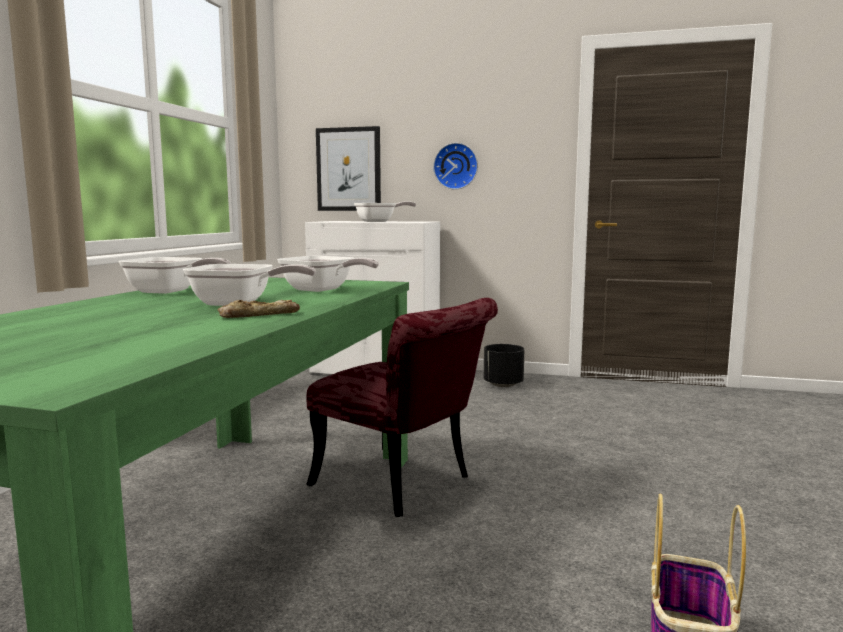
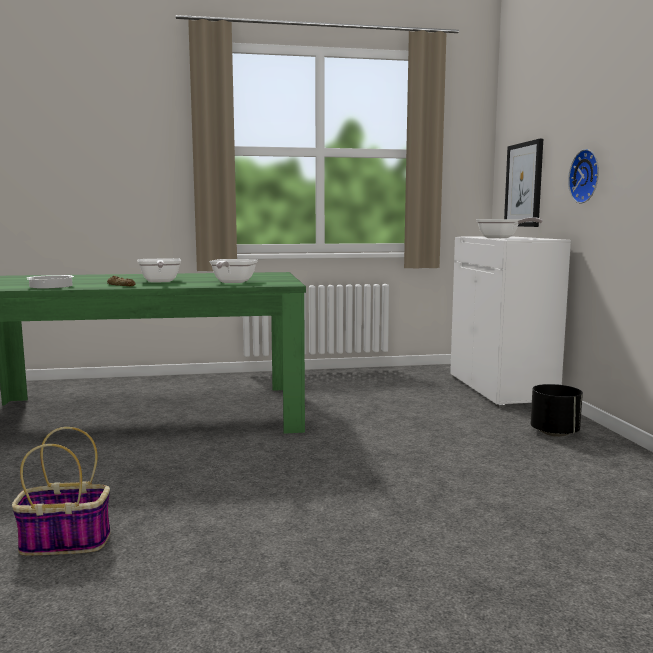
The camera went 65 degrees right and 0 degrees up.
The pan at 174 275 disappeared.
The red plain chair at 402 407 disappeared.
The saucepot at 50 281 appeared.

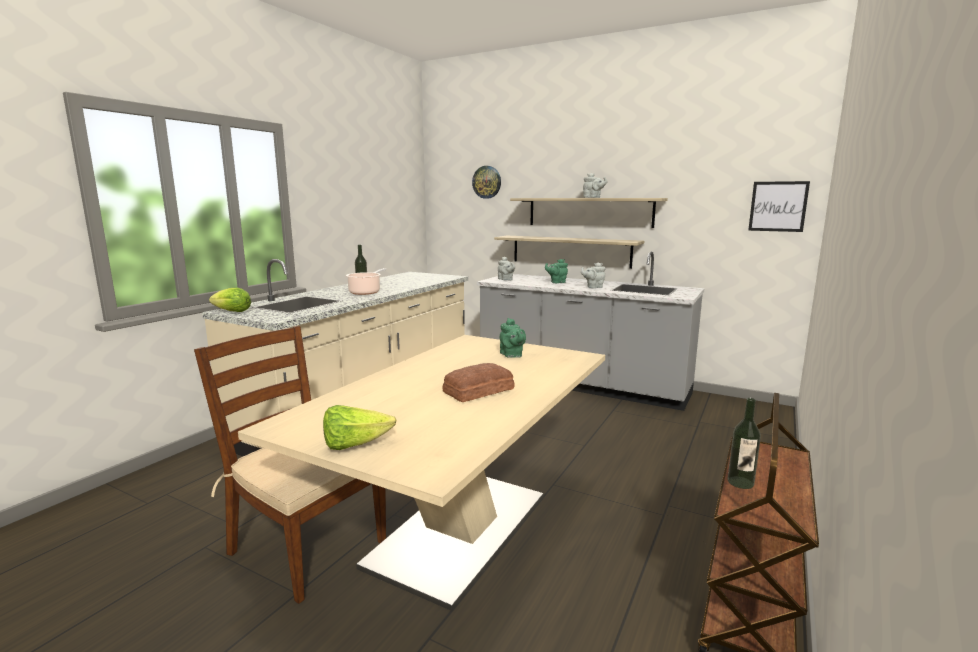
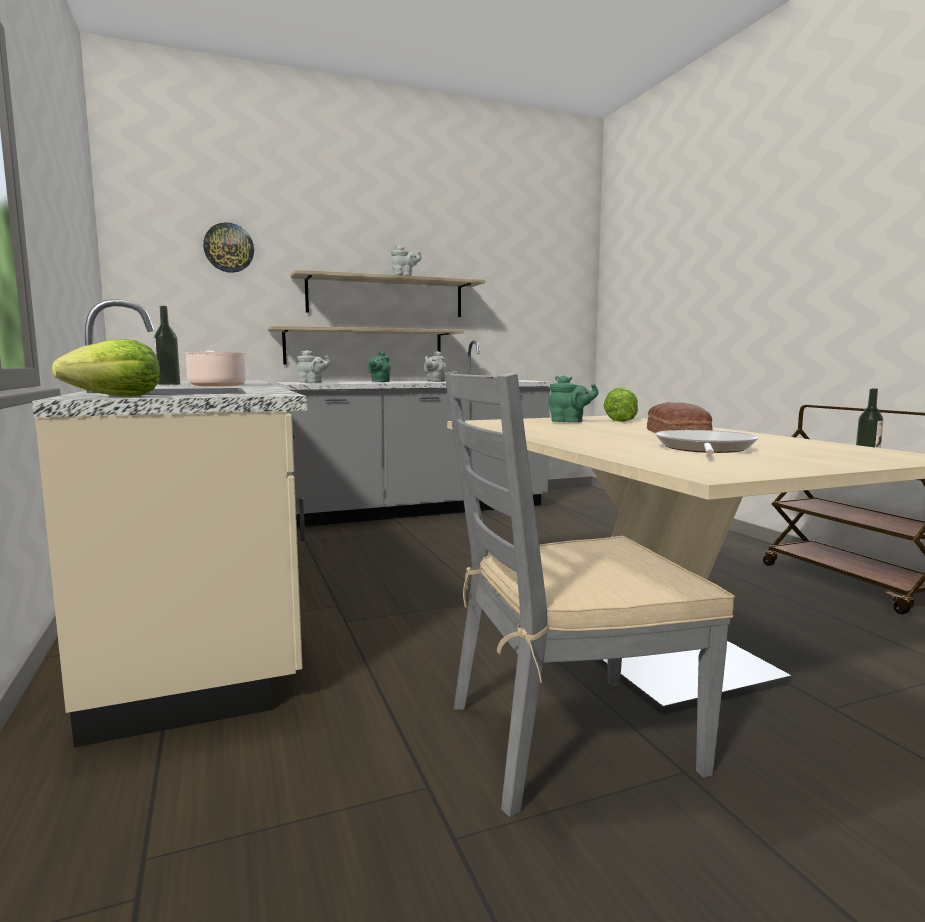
The camera went 50 degrees left and 5 degrees down.
The wall art at 779 206 disappeared.
The brownish plain chair at 290 465 became the grey plain chair at 590 594.
The lettuce moved from 359 427 to 621 404.
The pan at 706 442 appeared.

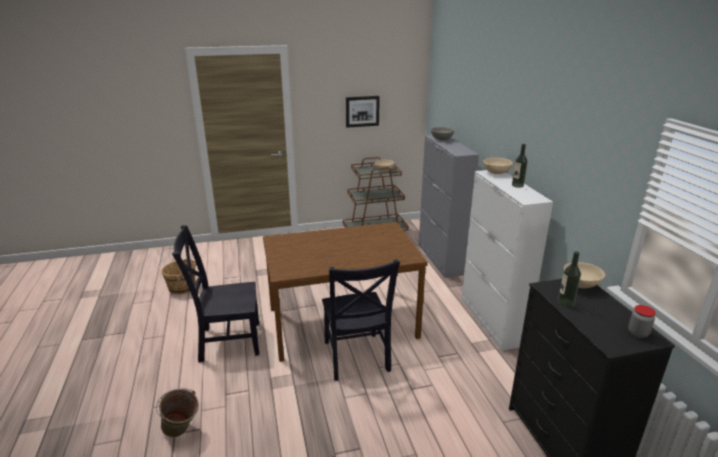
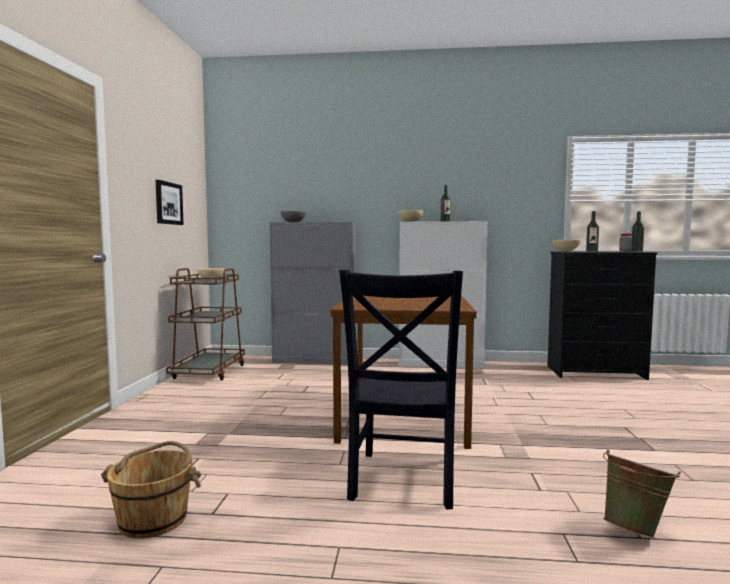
The camera went 70 degrees left and 20 degrees down.
The blackish plain chair at 361 320 disappeared.
The beverage bottle at 637 231 appeared.

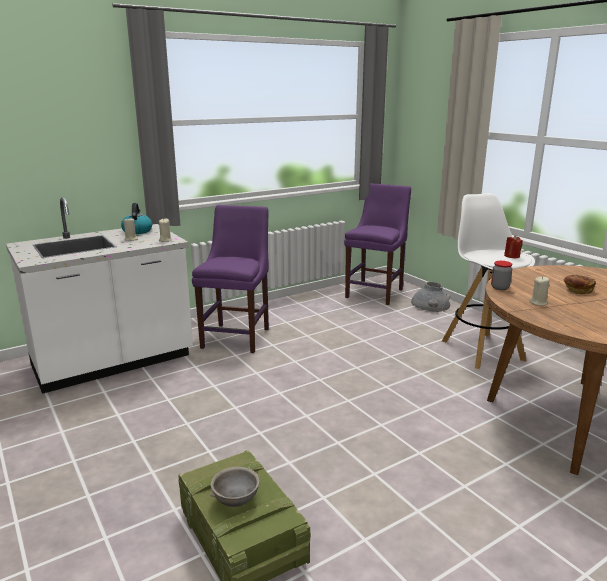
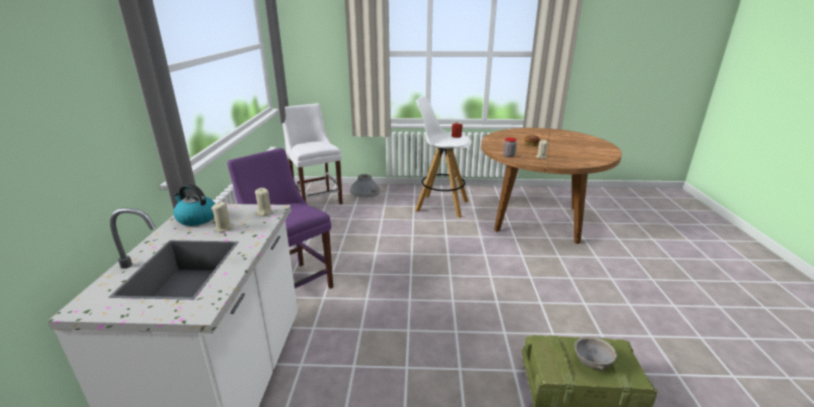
The camera went 55 degrees left and 5 degrees up.
The purple-coloured plain chair at 377 244 became the white plain chair at 312 154.

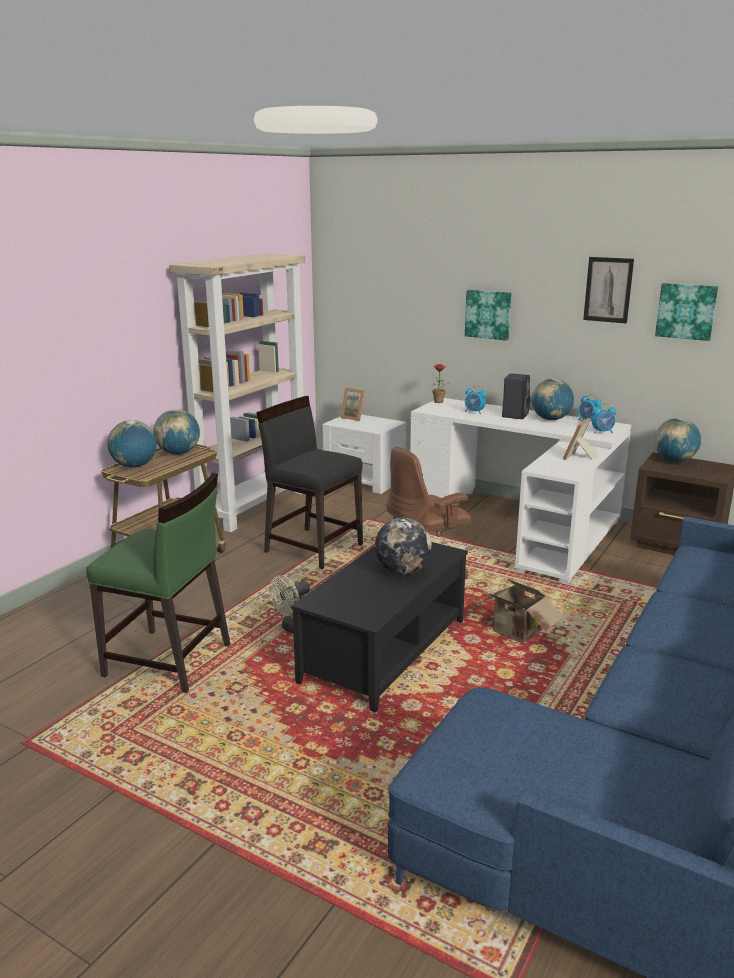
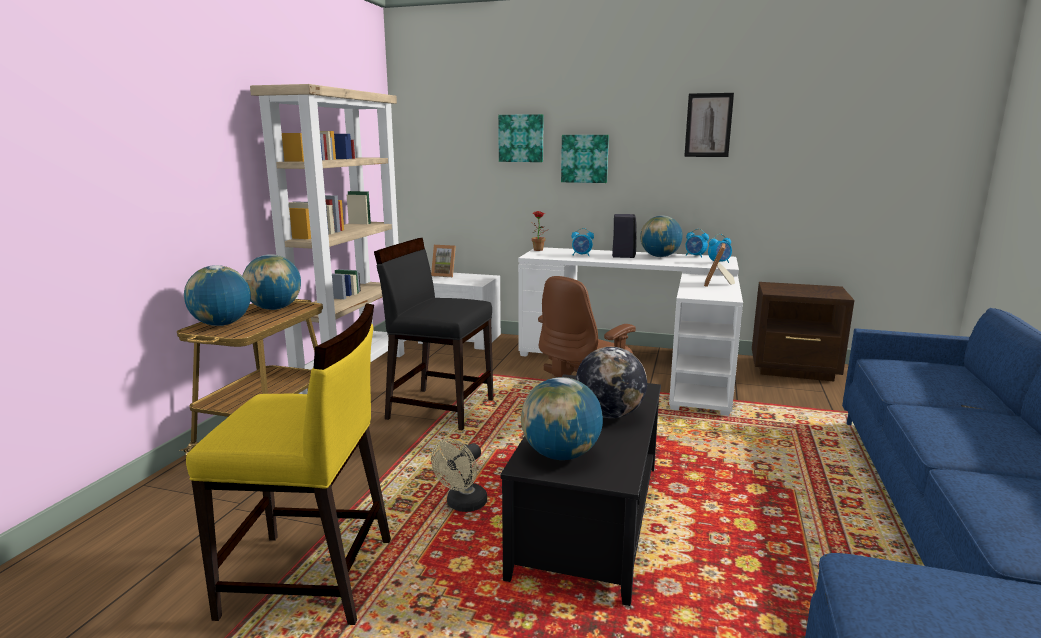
The camera went 15 degrees left and 5 degrees down.
The wall art moved from 686 312 to 521 138.
The desk globe moved from 677 440 to 562 418.
The green-coloured plain chair at 158 583 became the yellowish plain chair at 288 464.
The cardboard box at 521 611 disappeared.

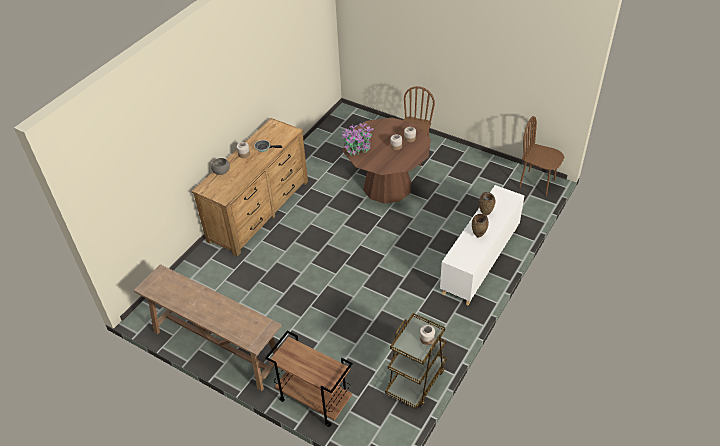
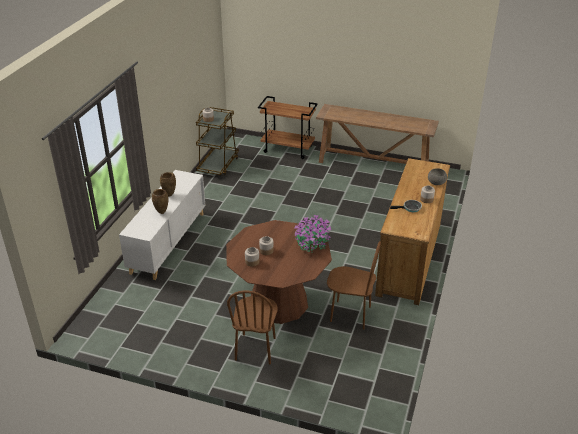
The camera went 165 degrees right and 10 degrees down.
The brownish plain chair moved from 541 156 to 354 285.

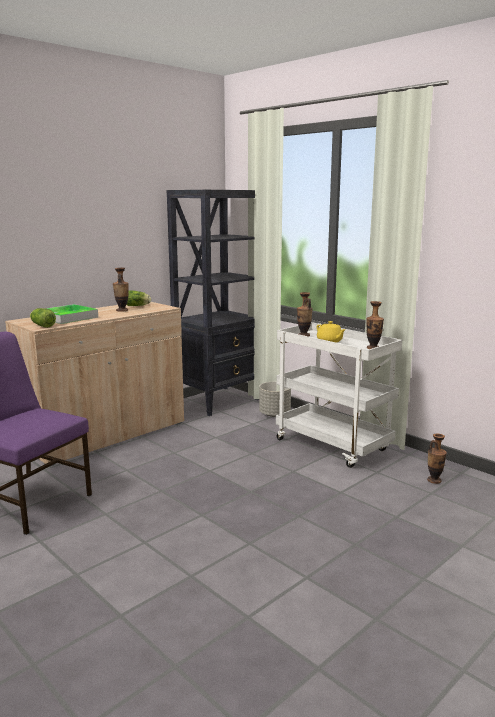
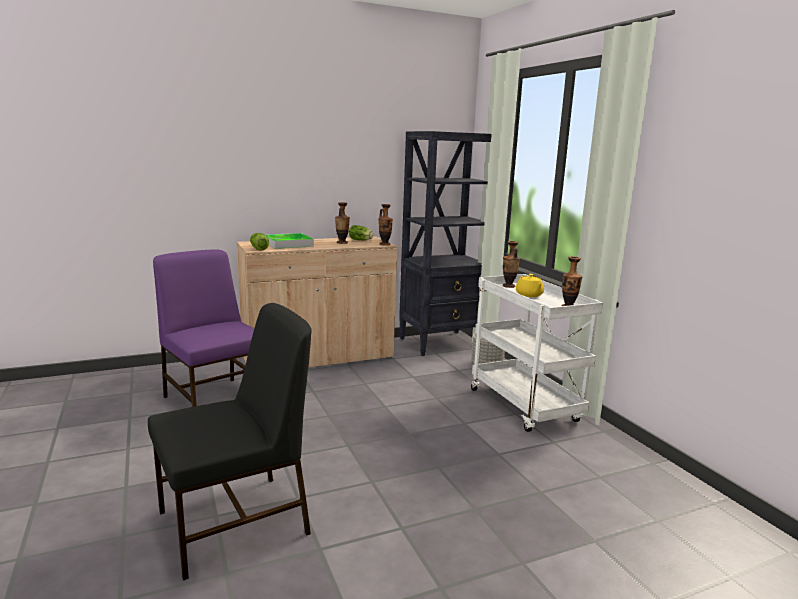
The camera went 20 degrees right and 0 degrees up.
The vase moved from 437 458 to 385 225.
The blackish plain chair at 230 441 appeared.

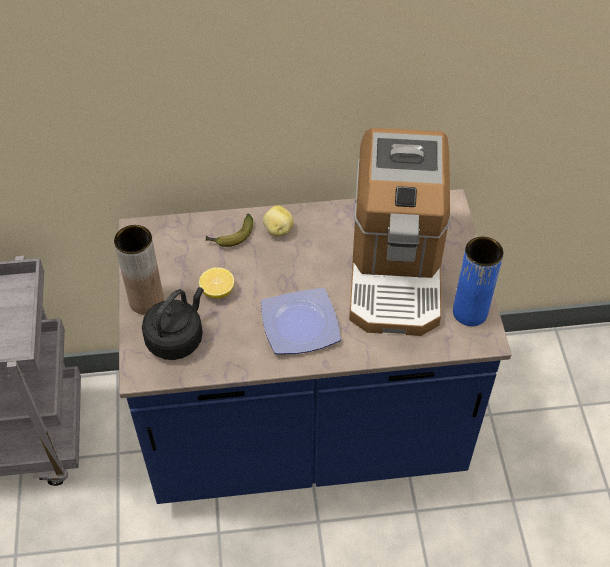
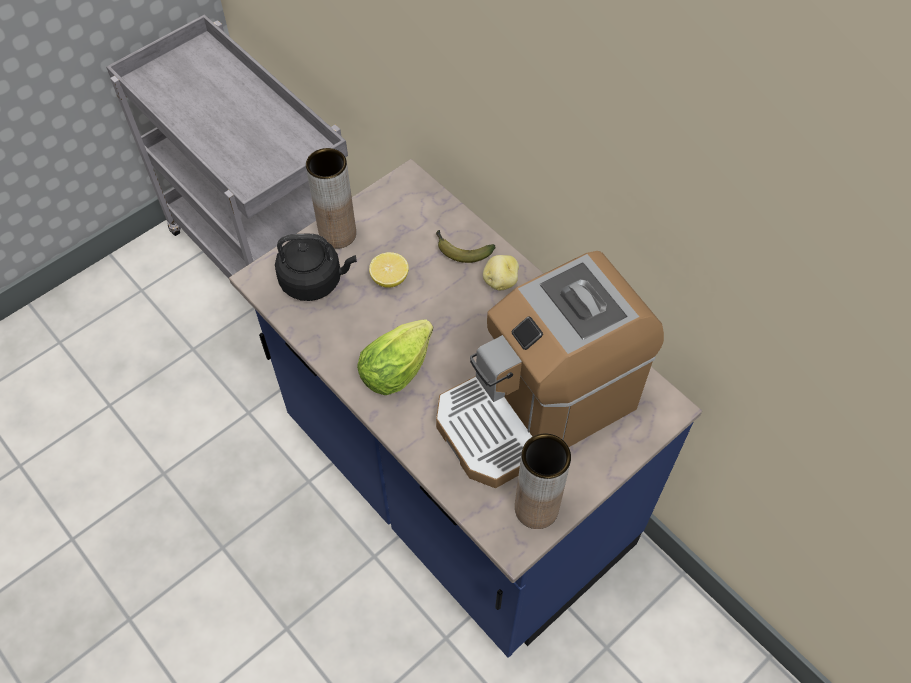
The camera went 55 degrees right and 5 degrees up.
The blue vase at 478 281 became the brownish vase at 543 481.
The dinner plate at 301 321 was replaced by the lettuce at 395 357.

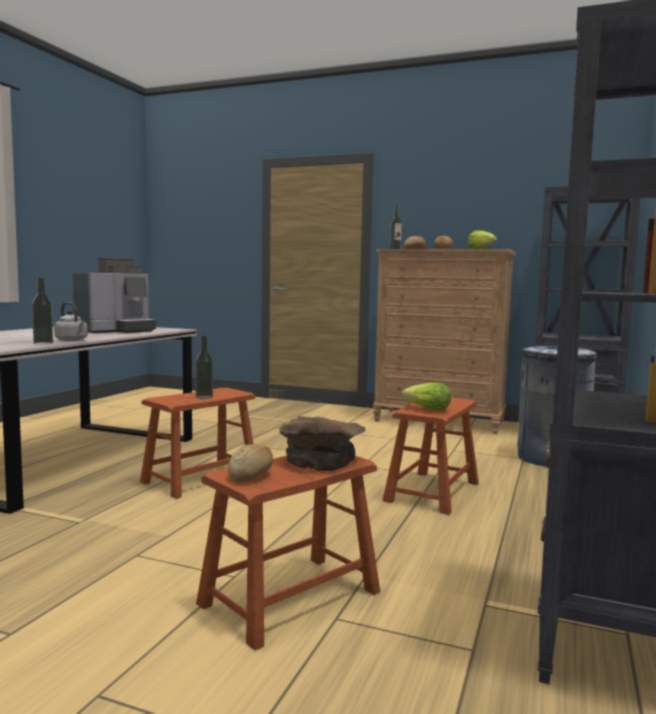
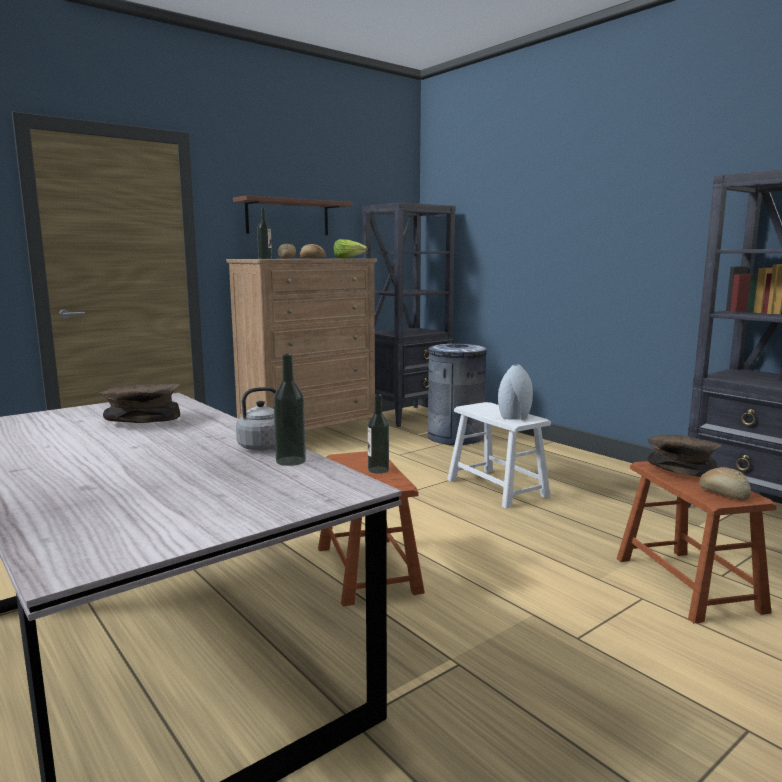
The camera went 60 degrees left and 5 degrees up.
The coffee machine at 114 295 was replaced by the brownish serving bowl at 139 403.
The lettuce at 426 397 was replaced by the grey vase at 515 392.
The brownish stool seat at 430 456 became the white stool seat at 499 455.
The brownish wall shelf at 292 215 appeared.

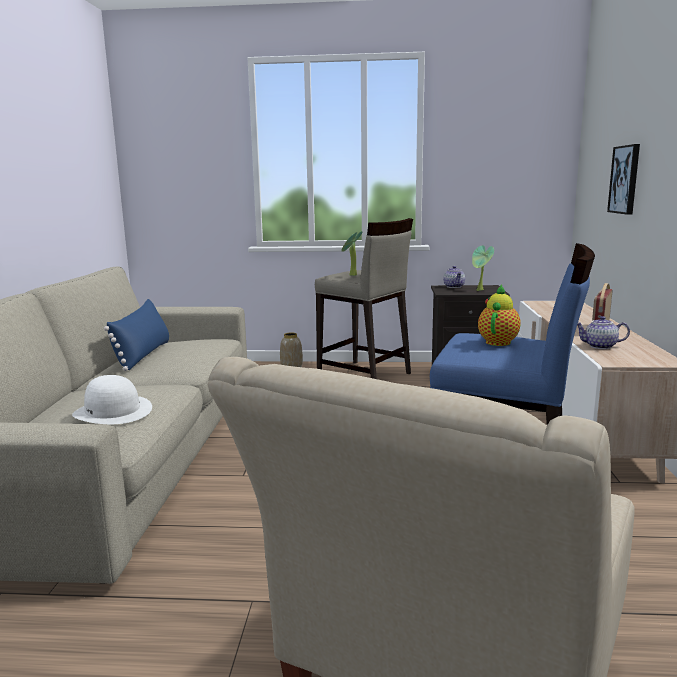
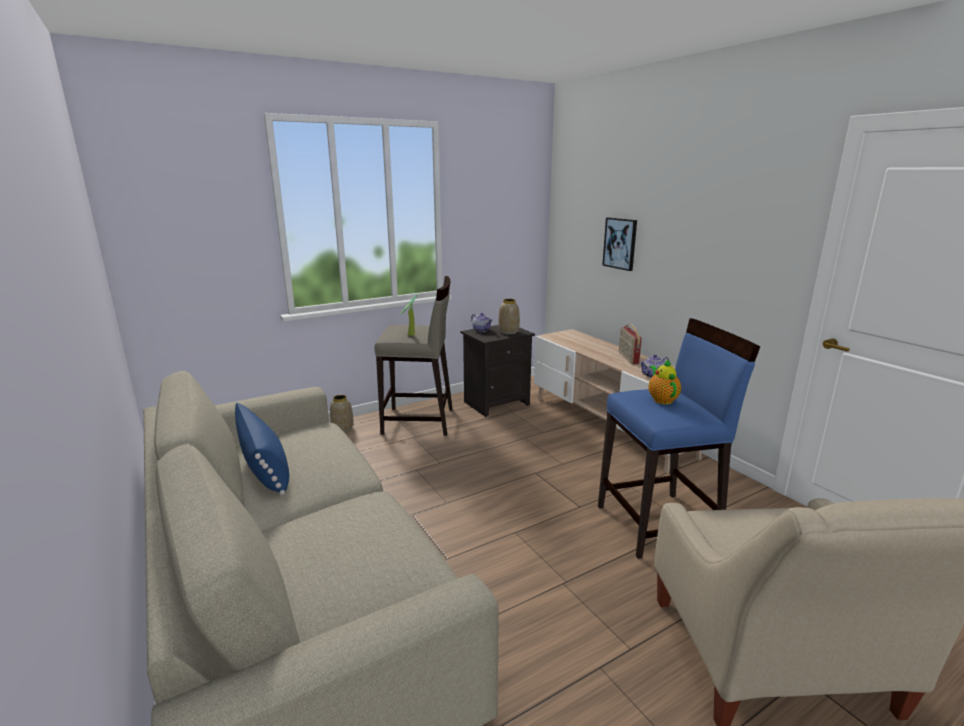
The camera went 35 degrees left and 5 degrees up.
The houseplant at 483 268 was replaced by the vase at 509 317.
The white wearable hat at 112 399 disappeared.

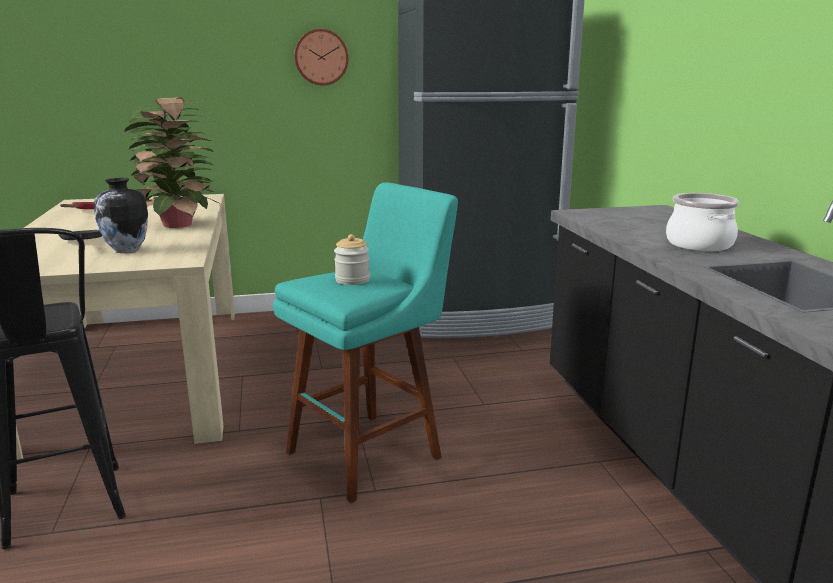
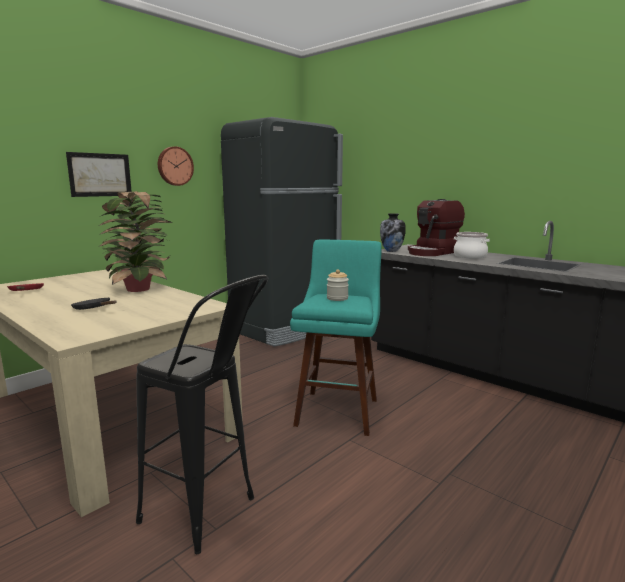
The camera went 35 degrees left and 5 degrees down.
The vase moved from 121 215 to 393 232.
The wall art at 99 174 appeared.
The coffee machine at 436 227 appeared.

